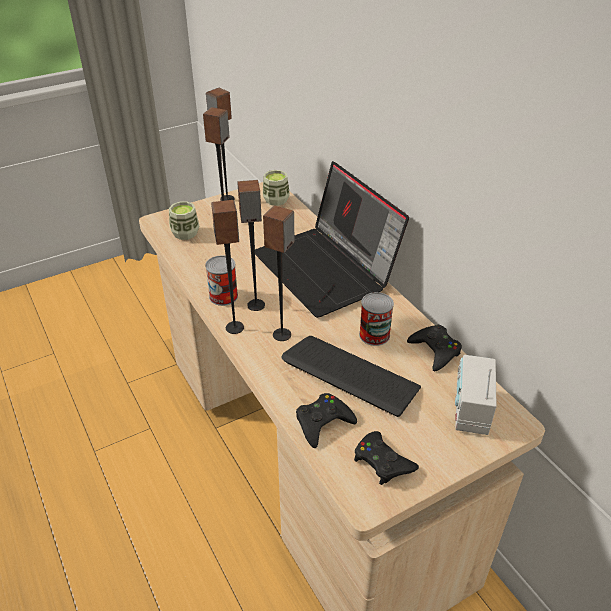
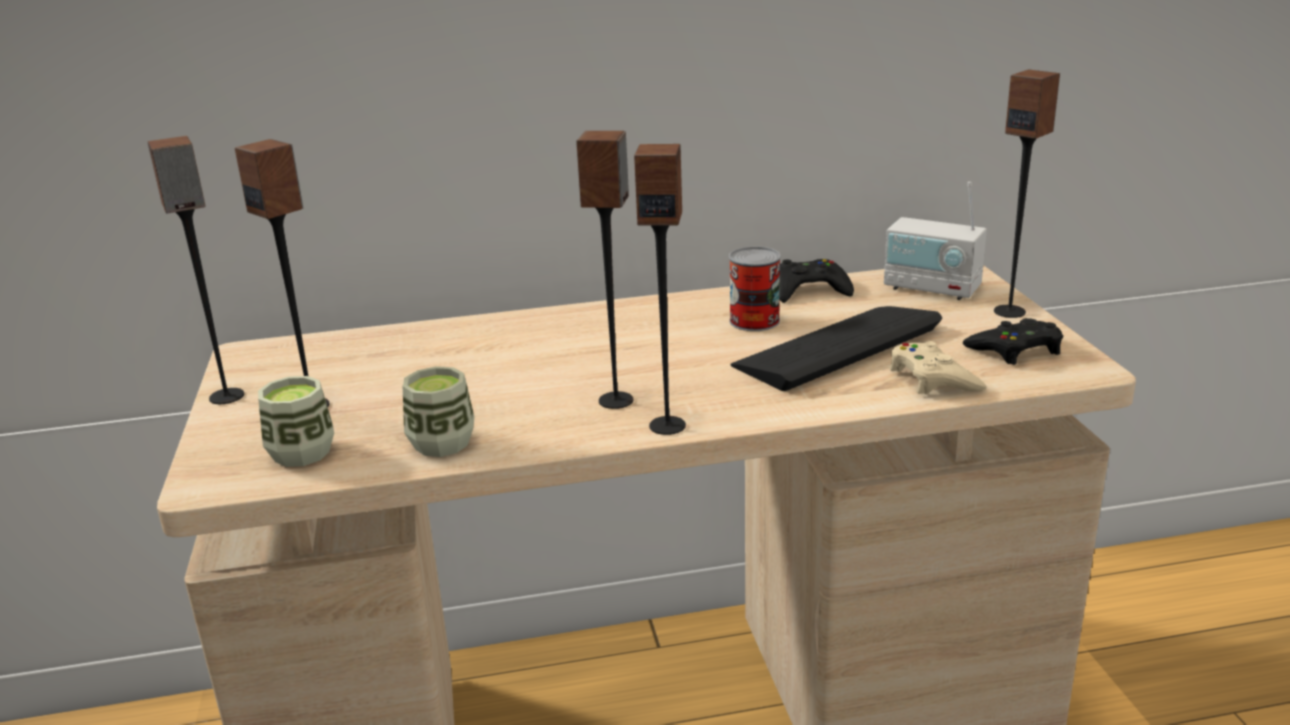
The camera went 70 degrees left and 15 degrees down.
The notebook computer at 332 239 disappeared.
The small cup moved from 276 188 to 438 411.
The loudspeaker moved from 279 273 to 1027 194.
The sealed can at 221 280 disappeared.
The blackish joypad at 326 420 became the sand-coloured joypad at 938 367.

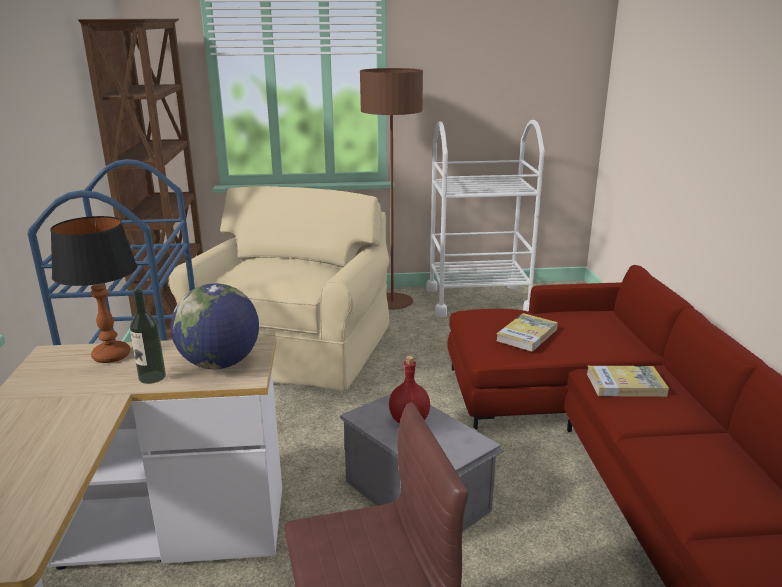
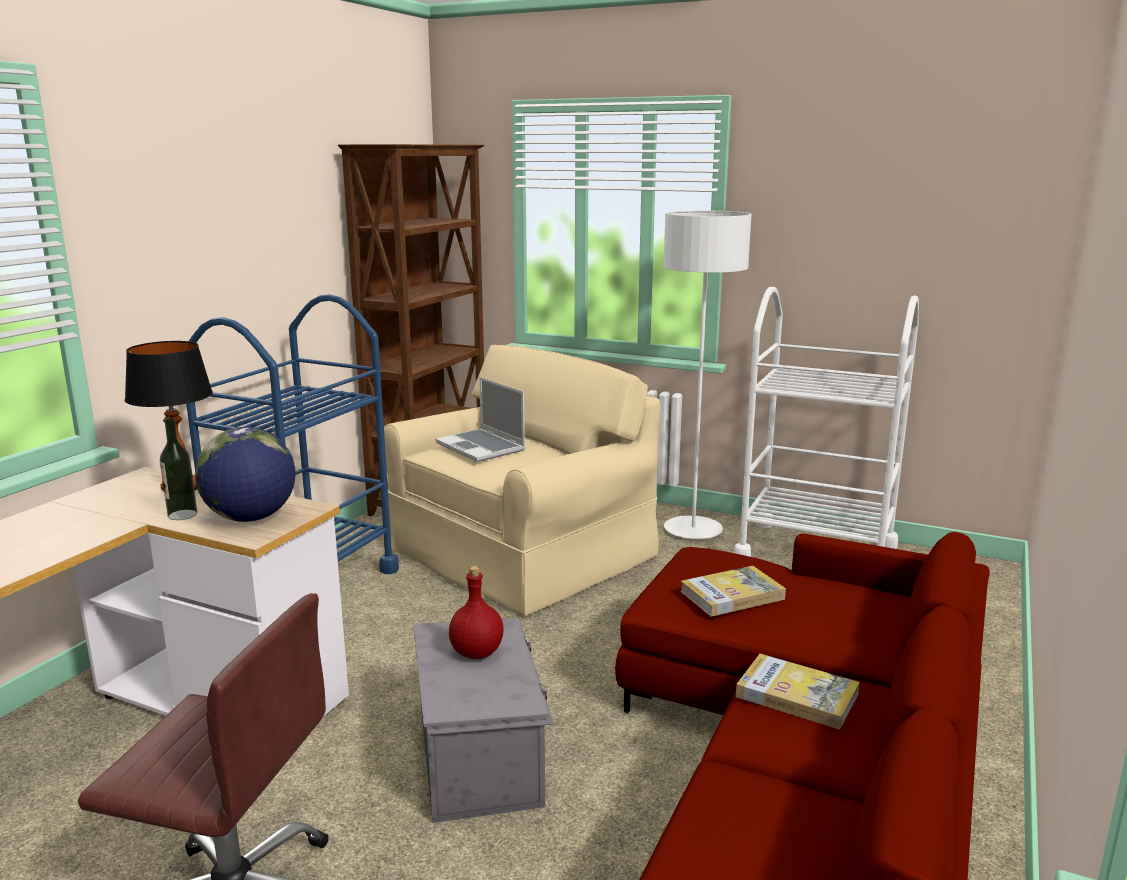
The camera went 30 degrees right and 5 degrees down.
The brownish standing lamp at 391 189 became the white standing lamp at 708 375.
The notebook computer at 480 419 appeared.

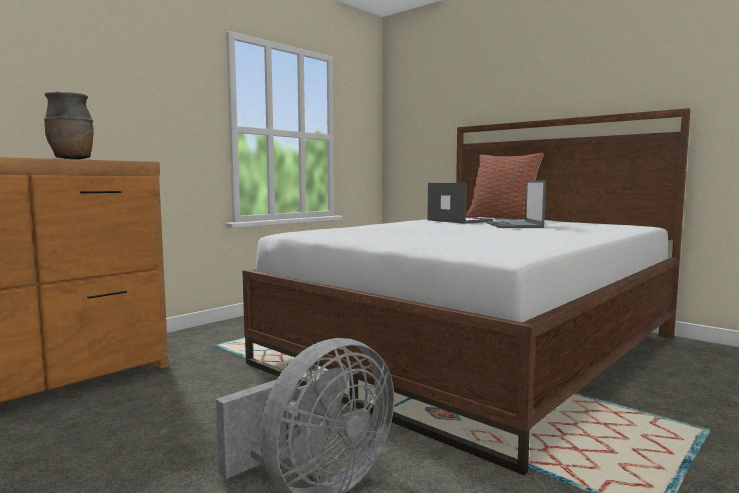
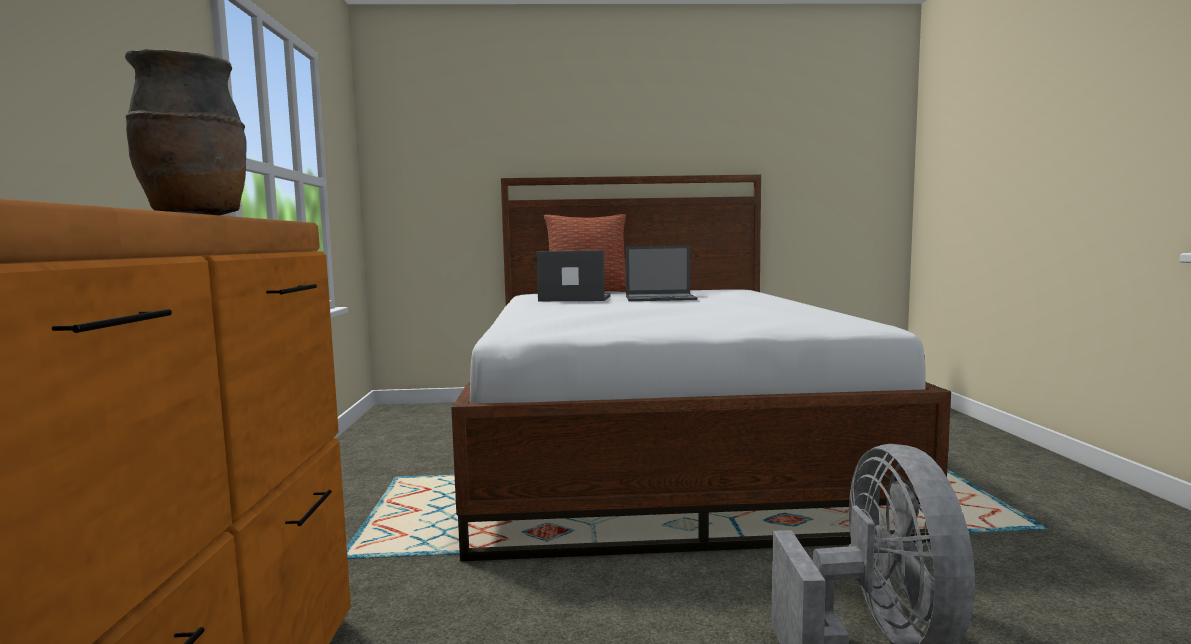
The camera went 45 degrees left and 0 degrees up.
The notebook computer at 516 204 turned 45 degrees counterclockwise.

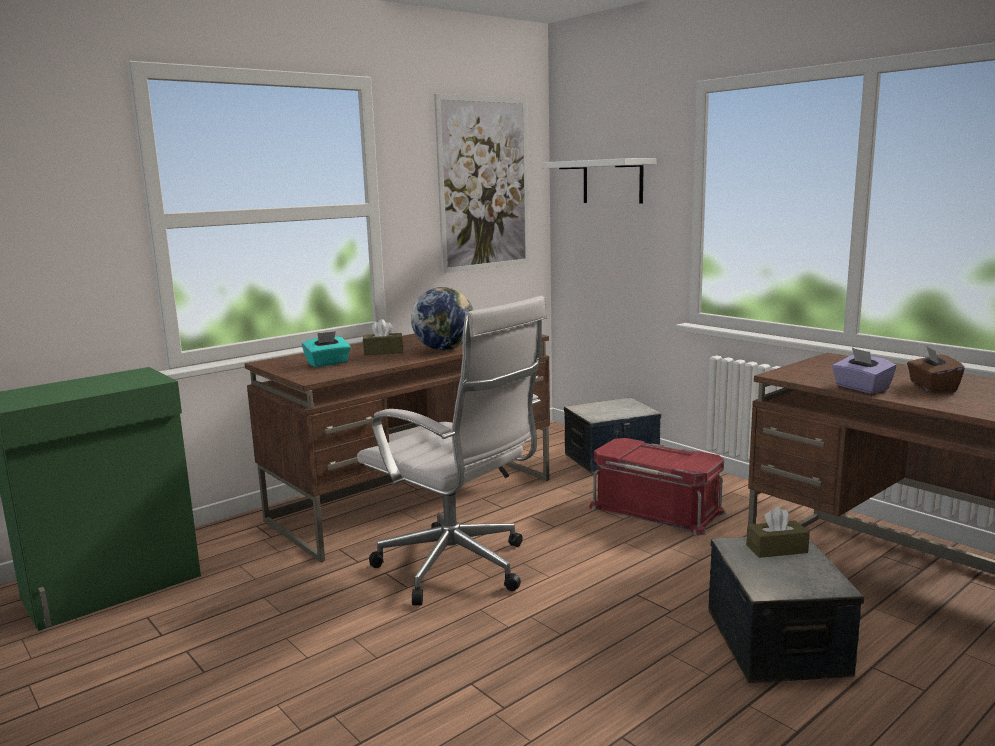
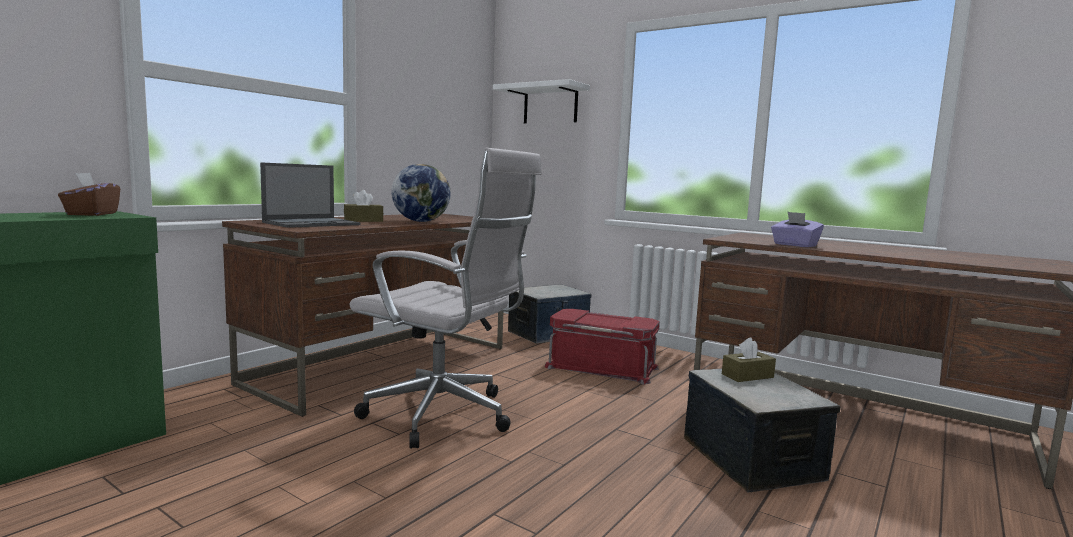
The camera went 15 degrees left and 5 degrees down.
The wall art at 481 183 disappeared.
The turquoise box of tissues at 326 349 was replaced by the notebook computer at 310 195.
The brownish box of tissues moved from 936 370 to 89 194.

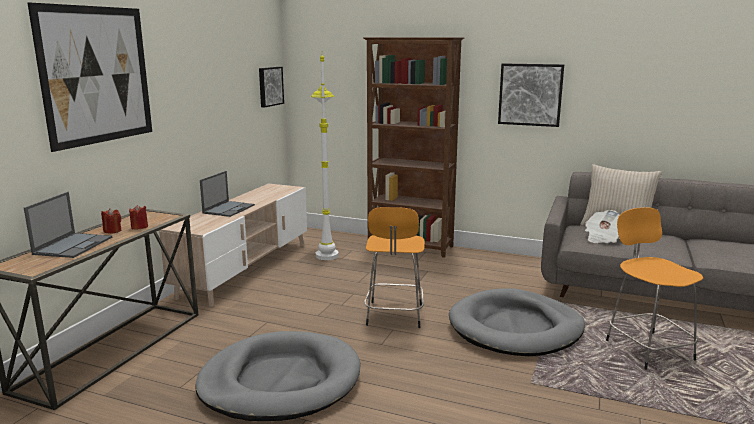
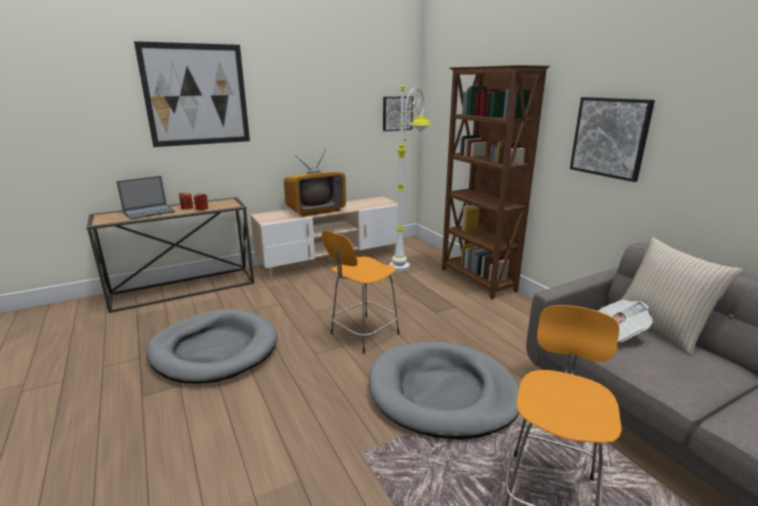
The camera went 40 degrees right and 5 degrees up.
The notebook computer at 227 194 was replaced by the TV set at 315 183.

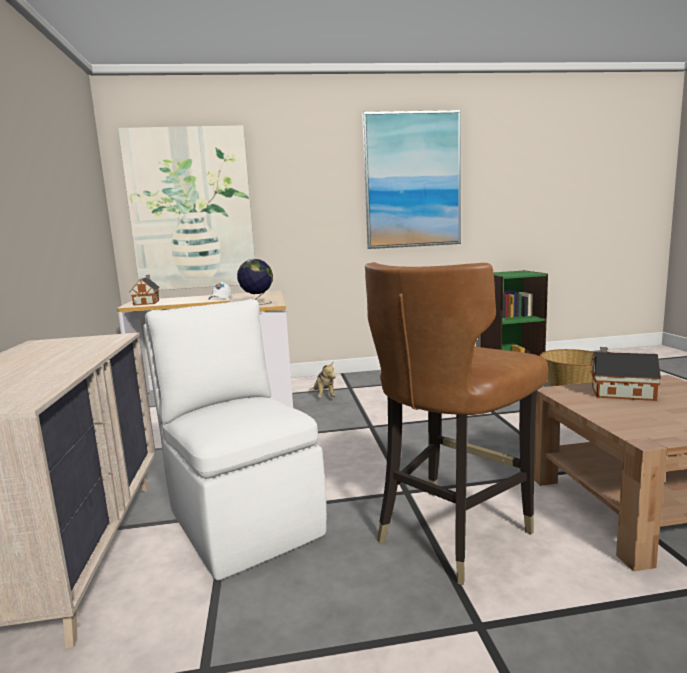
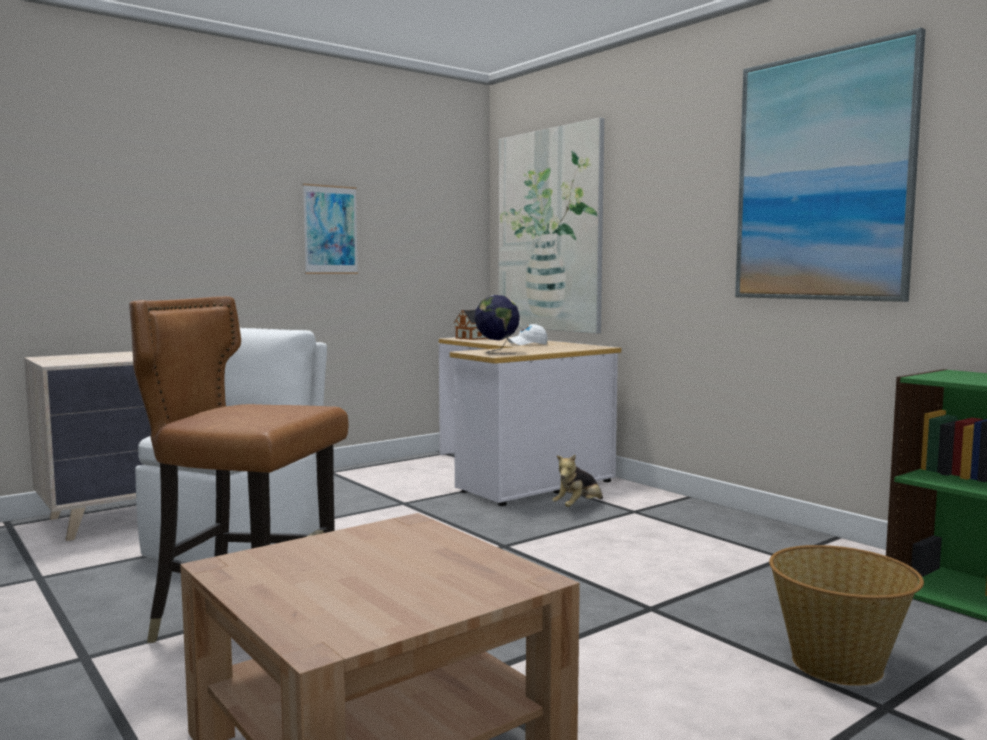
The camera went 60 degrees right and 5 degrees down.
The miniature house at 625 374 disappeared.
The wall art at 330 229 appeared.

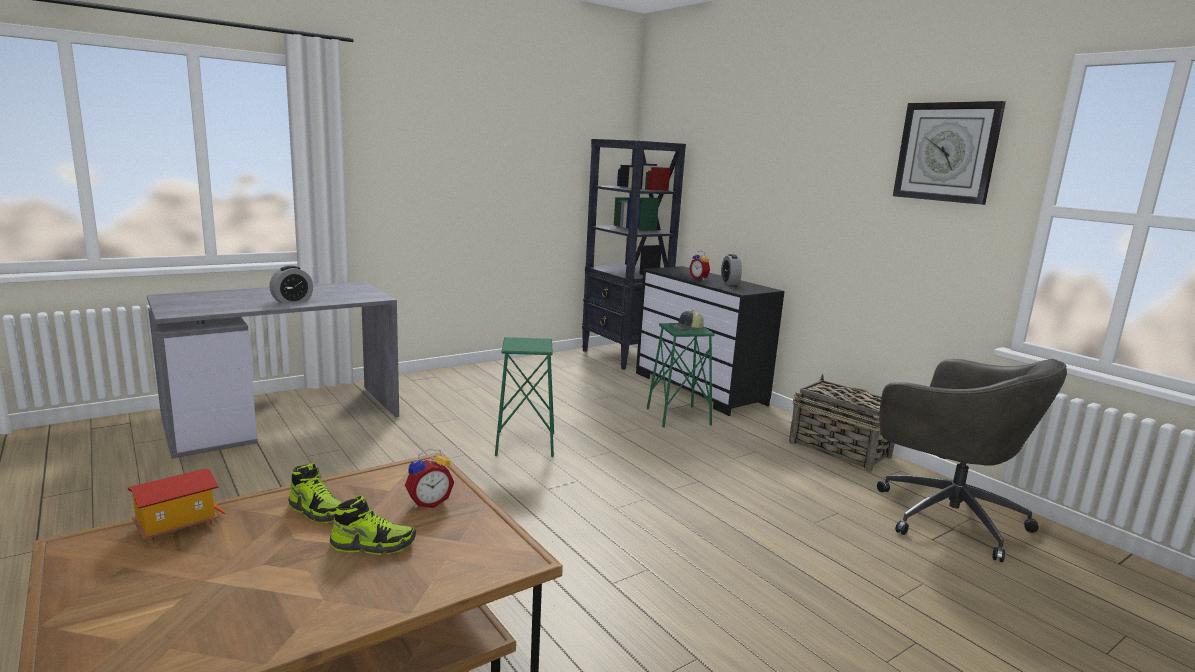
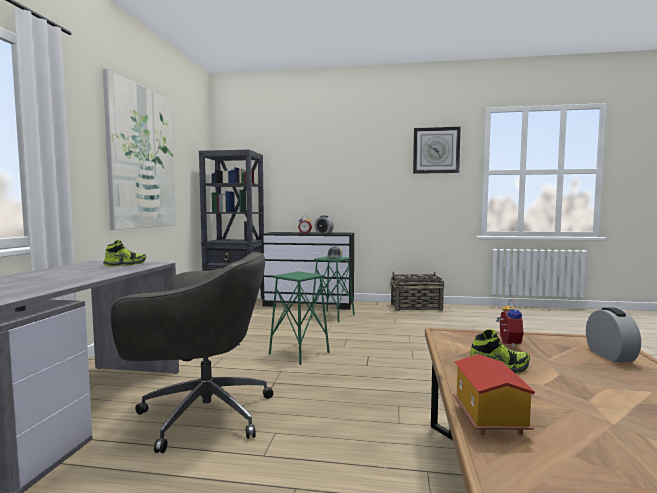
The camera went 45 degrees left and 10 degrees down.
The table clock moved from 291 285 to 613 334.
The grey computer chair moved from 972 460 to 192 352.
The item of footwear moved from 373 525 to 124 253.
The wall art at 139 149 appeared.

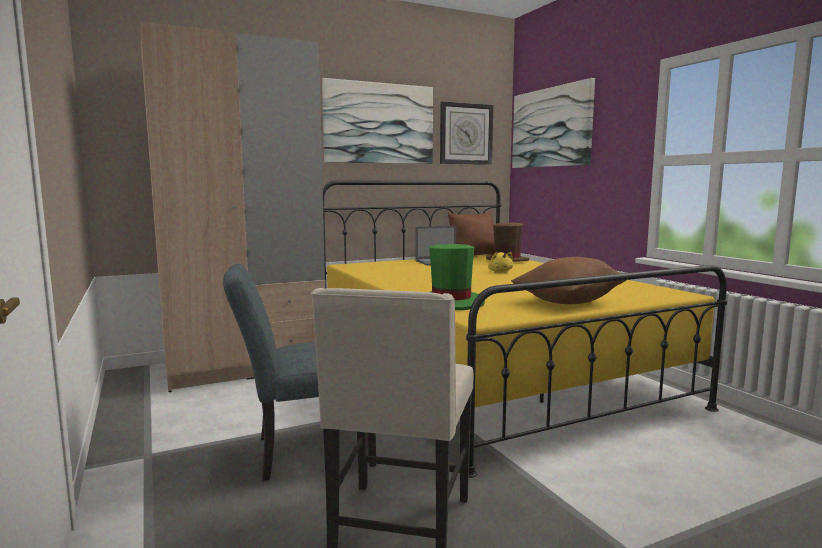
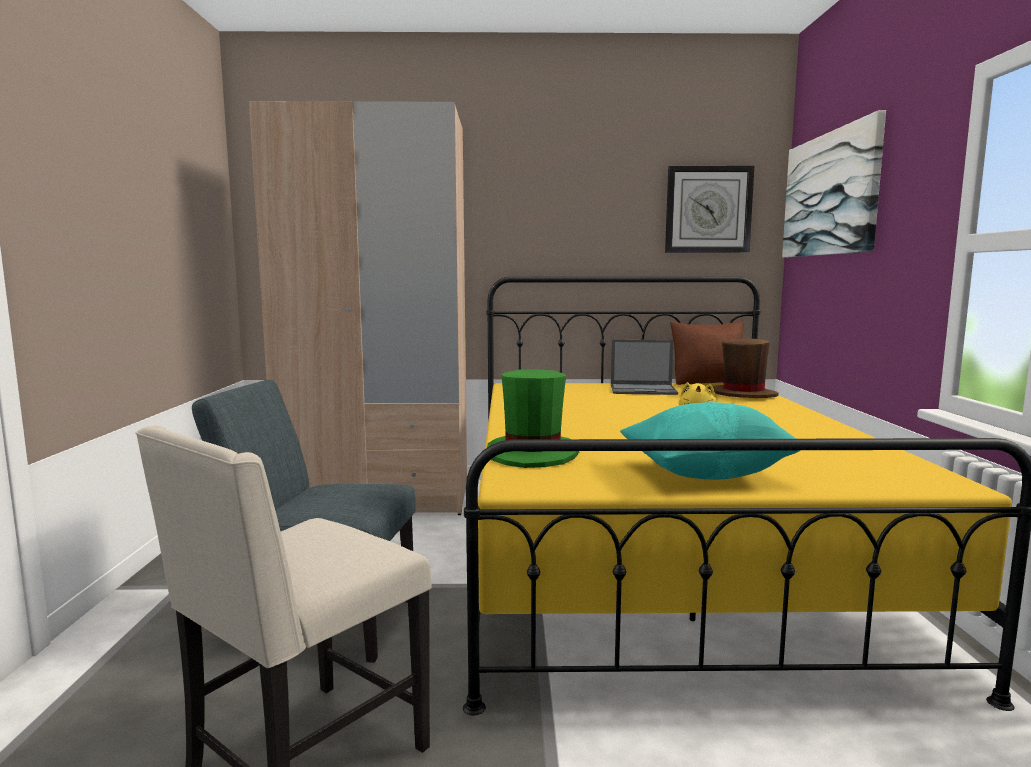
The camera went 25 degrees right and 0 degrees up.
The wall art at 377 121 disappeared.
The brownish pillow at 568 280 became the turquoise pillow at 710 441.

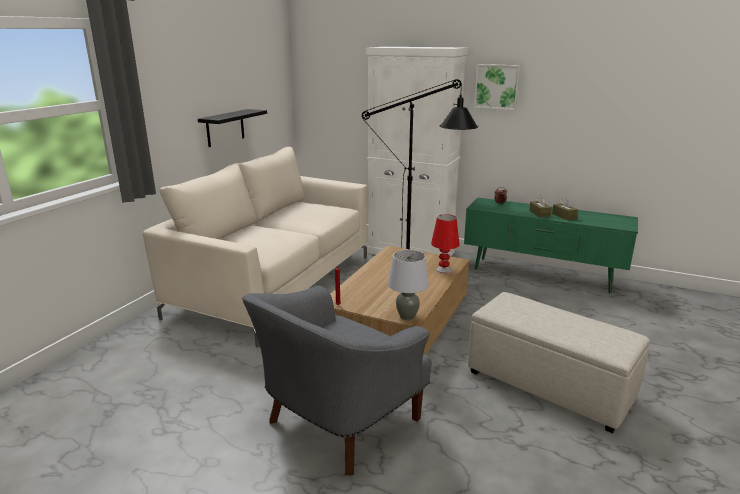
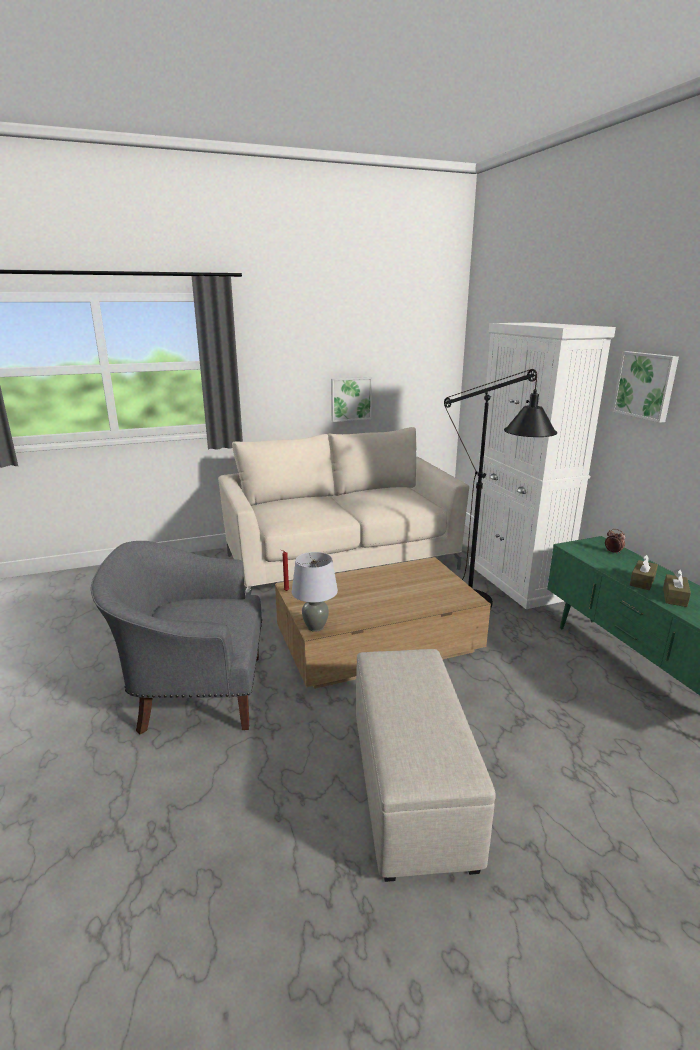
The camera went 45 degrees right and 0 degrees up.
The blackish wall shelf at 232 128 was replaced by the wall art at 351 399.
The red tabletop lamp at 445 243 disappeared.

